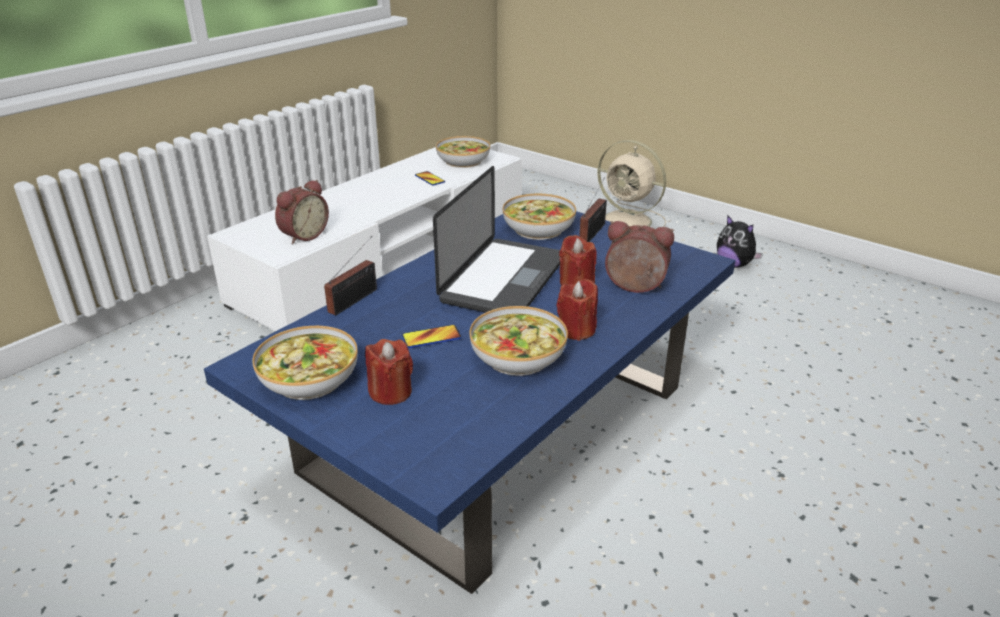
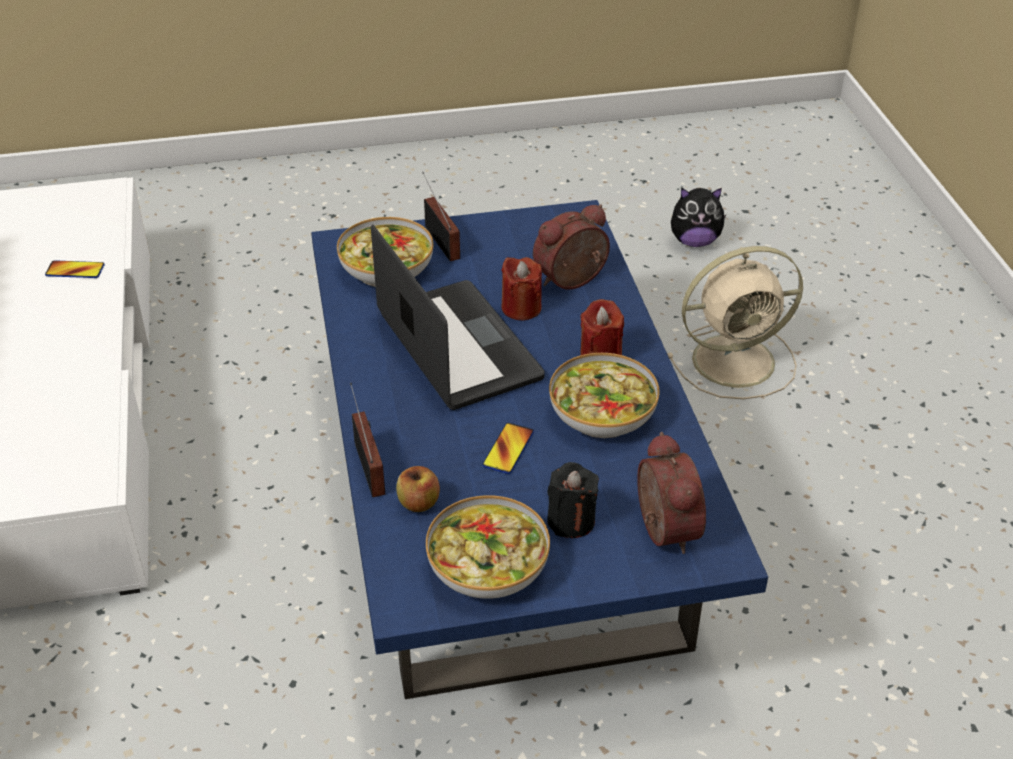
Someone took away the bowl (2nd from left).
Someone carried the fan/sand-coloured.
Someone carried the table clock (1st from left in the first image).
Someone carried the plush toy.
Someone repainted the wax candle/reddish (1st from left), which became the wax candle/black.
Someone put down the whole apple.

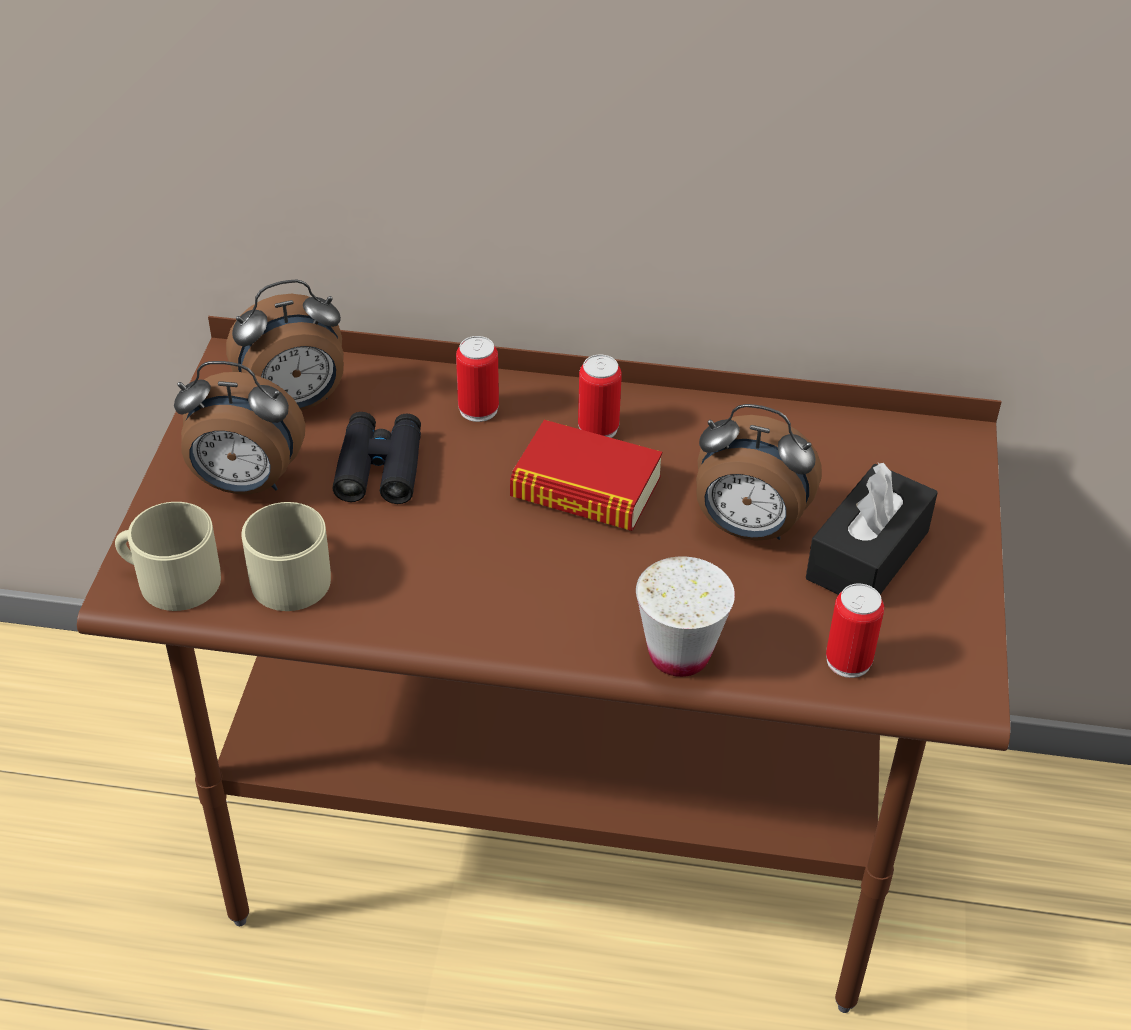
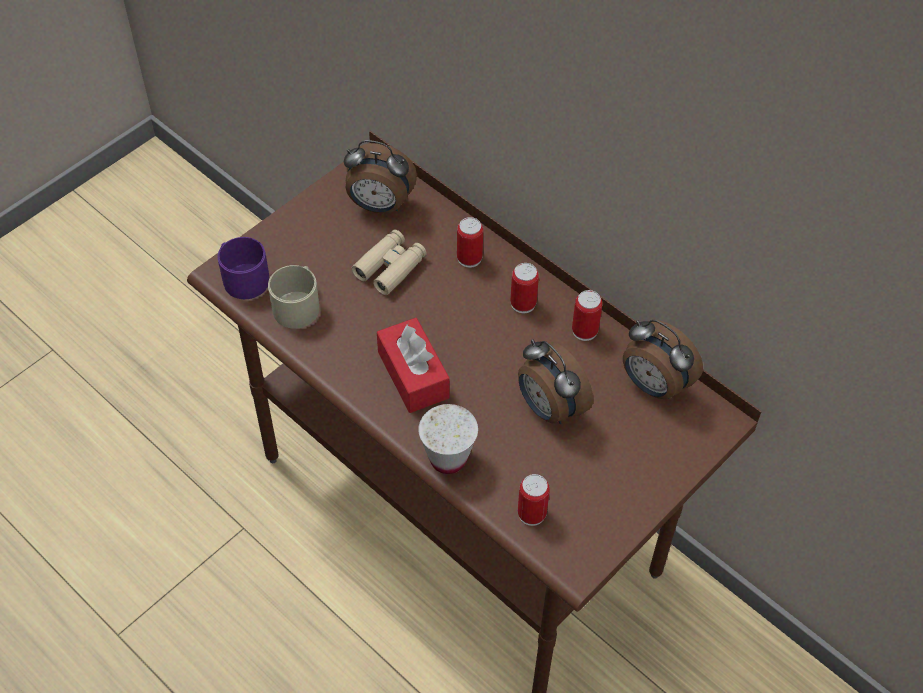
Someone carried the table clock (1st from left in the first image).
Someone repainted the field glasses/black, which became the field glasses/sand-coloured.
Someone took away the volume.
Someone took away the tissue box/black.
Someone repainted the coffee mug/sand-coloured (1st from left), which became the coffee mug/purple.
Someone put down the can (4th from left).
Someone put down the tissue box/reddish.

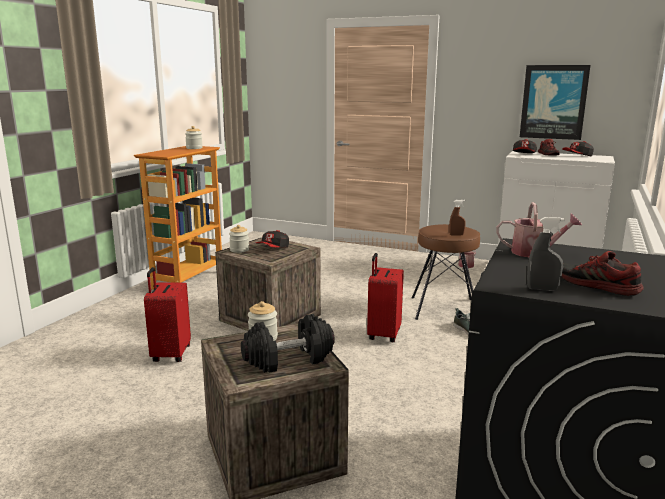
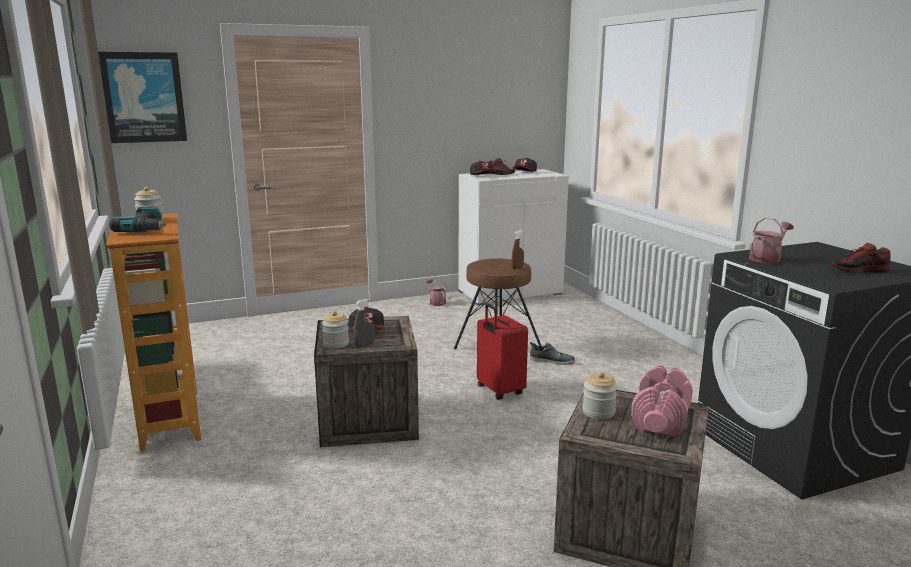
Someone carried the picture.
Someone carried the hand sprayer/gray.
Someone took away the travel case/reddish (1st from left).
Someone repainted the dumbbell/black, which became the dumbbell/pinkish.
Someone put down the drill.

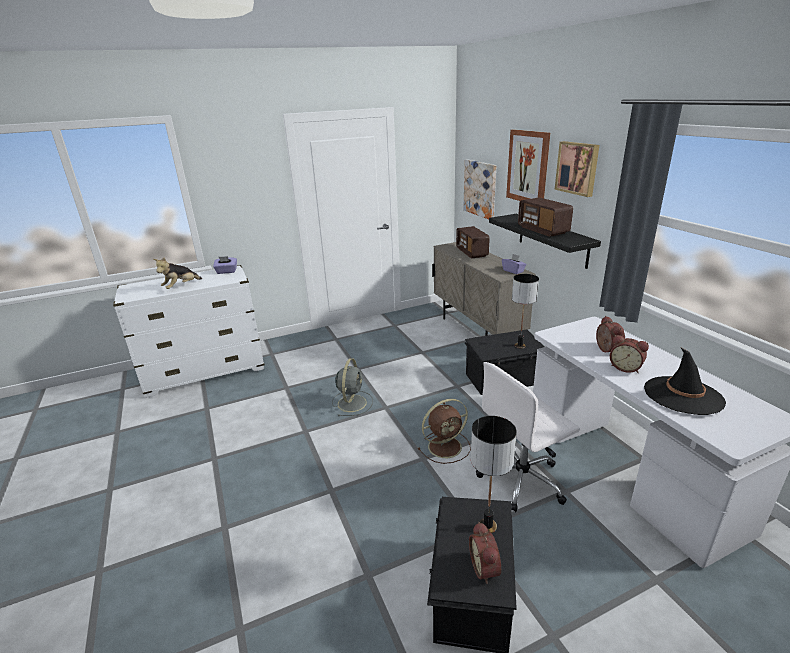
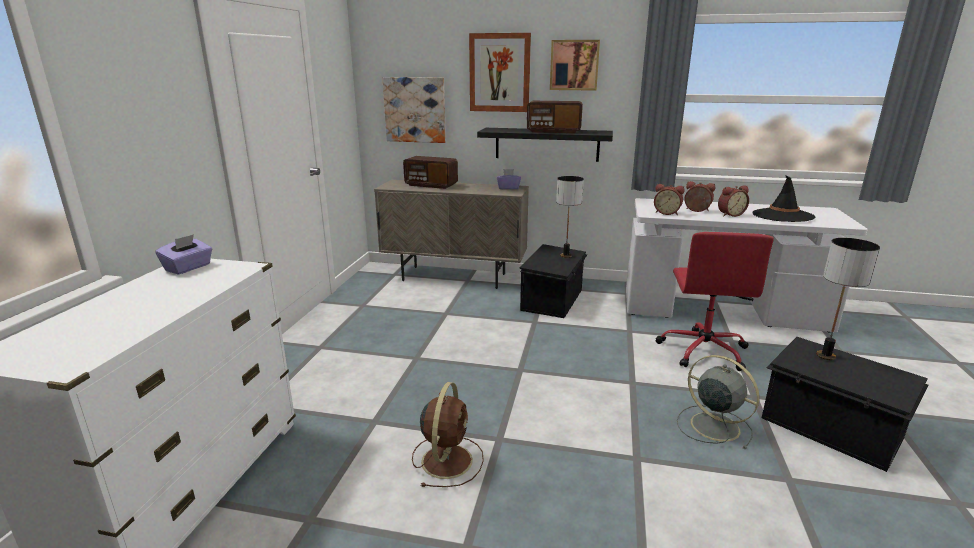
Someone took away the plush toy.
Someone carried the fan/gray.
Someone repainted the office chair/white-coloured, which became the office chair/reddish.
Someone carried the fan/brown.
Someone carried the table clock (1st from left).

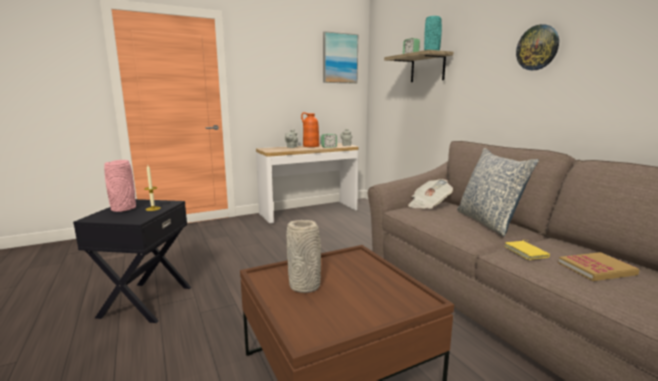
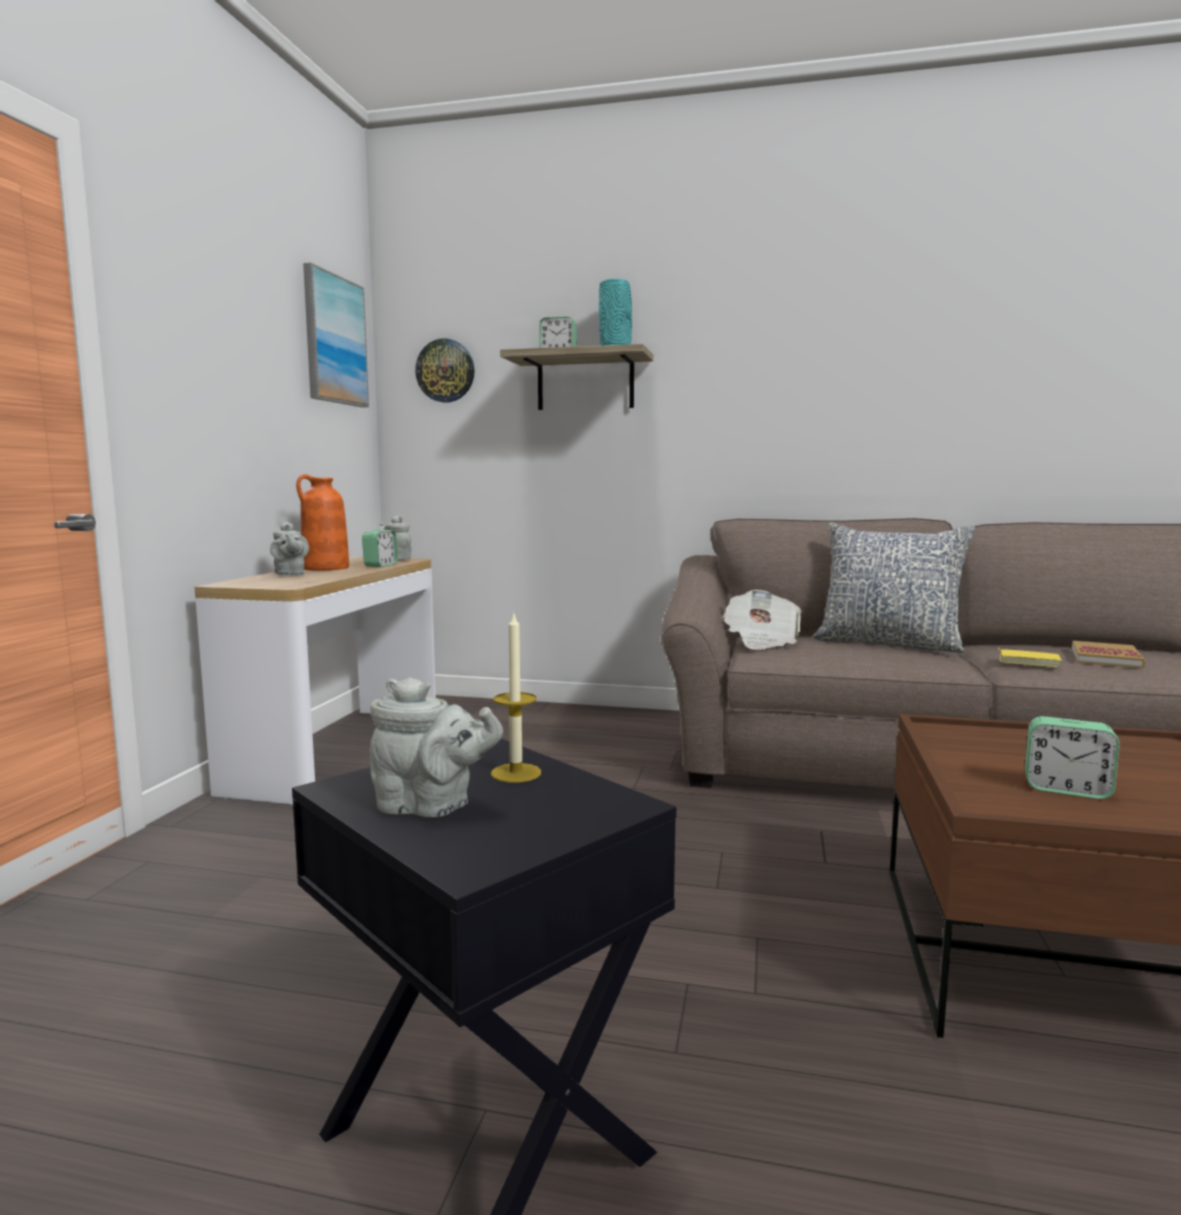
Someone carried the wall clock.
Someone swapped the vase/pinkish for the teapot/gray (3rd from left).
Someone swapped the vase/gray for the table clock (3rd from left).

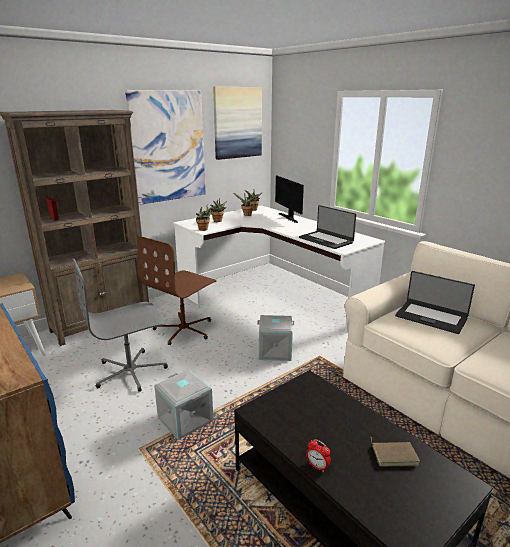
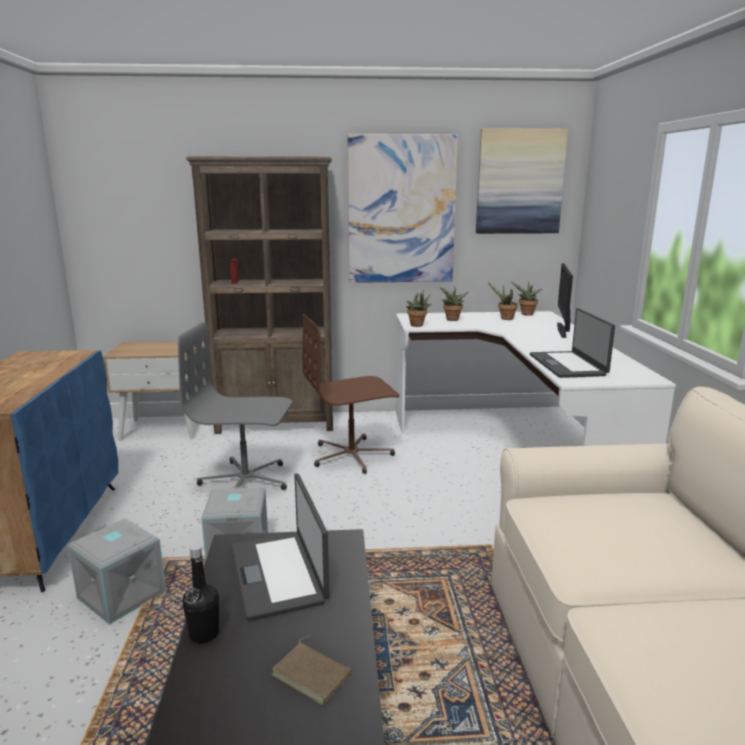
Someone carried the portable computer (2nd from left in the first image).
Someone carried the storage box/gray (2nd from left in the first image).
Someone swapped the table clock for the bottle/black.

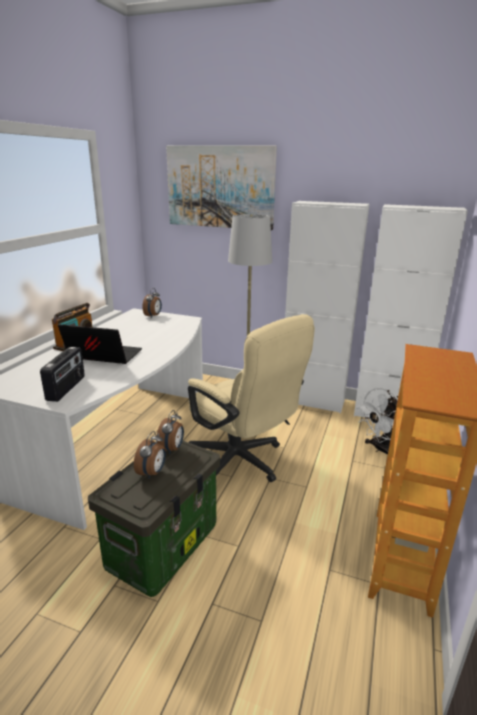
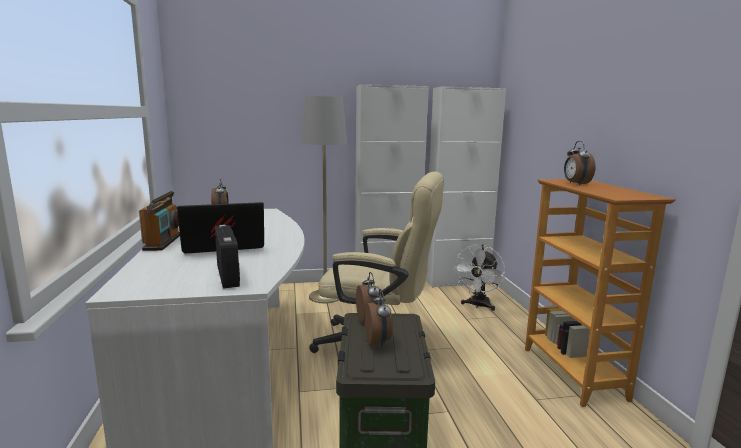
Someone took away the picture.
Someone put down the table clock (4th from left).

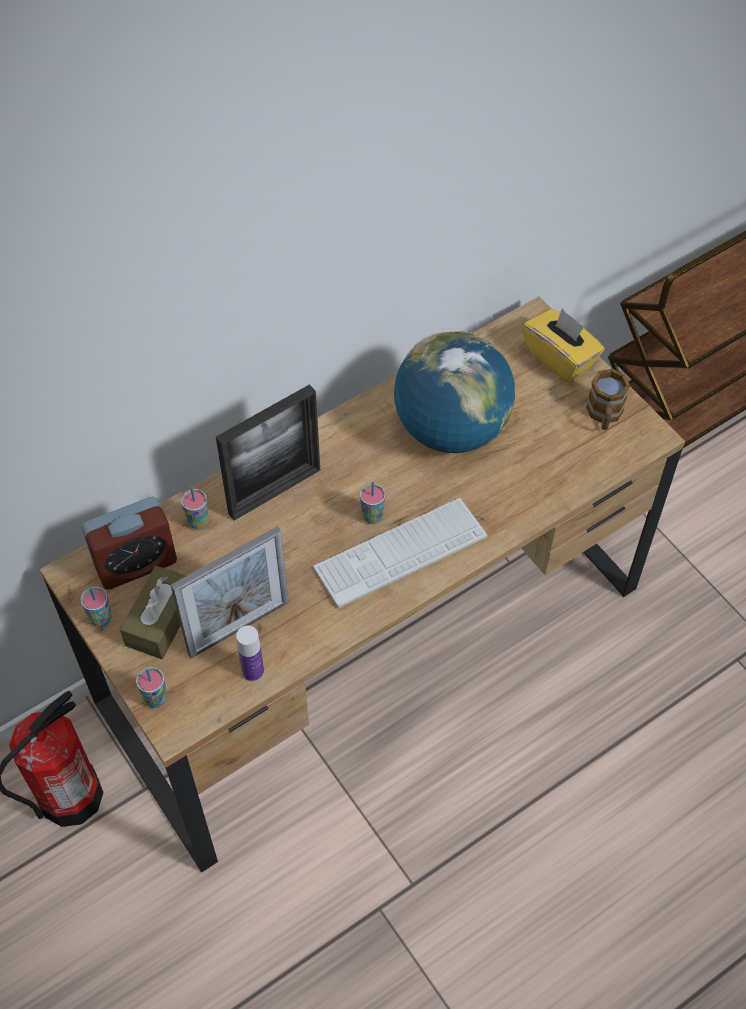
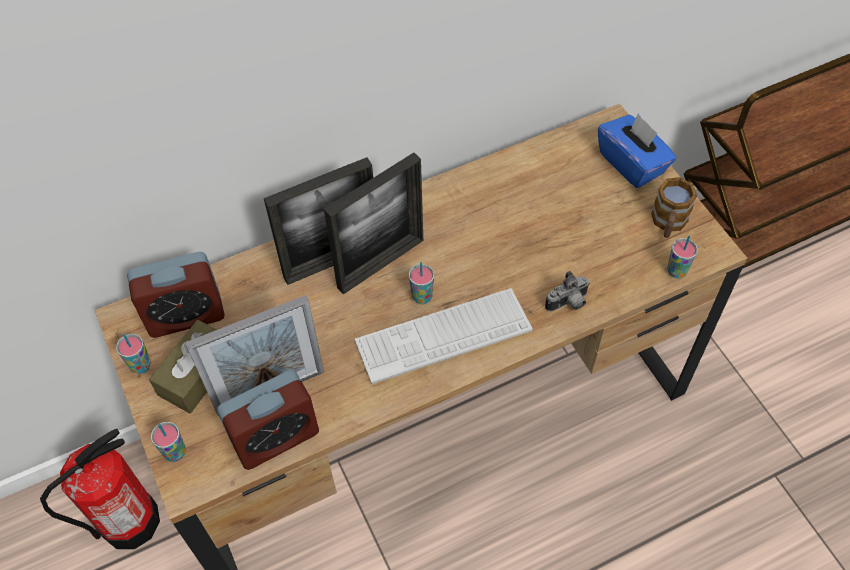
Someone repainted the tissue box/yellow, which became the tissue box/blue.
Someone took away the globe.
Someone carried the cup (3rd from left in the first image).
Someone swapped the bottle for the table clock (2nd from left).
Someone put down the picture frame (3rd from left).
Someone put down the photo camera.

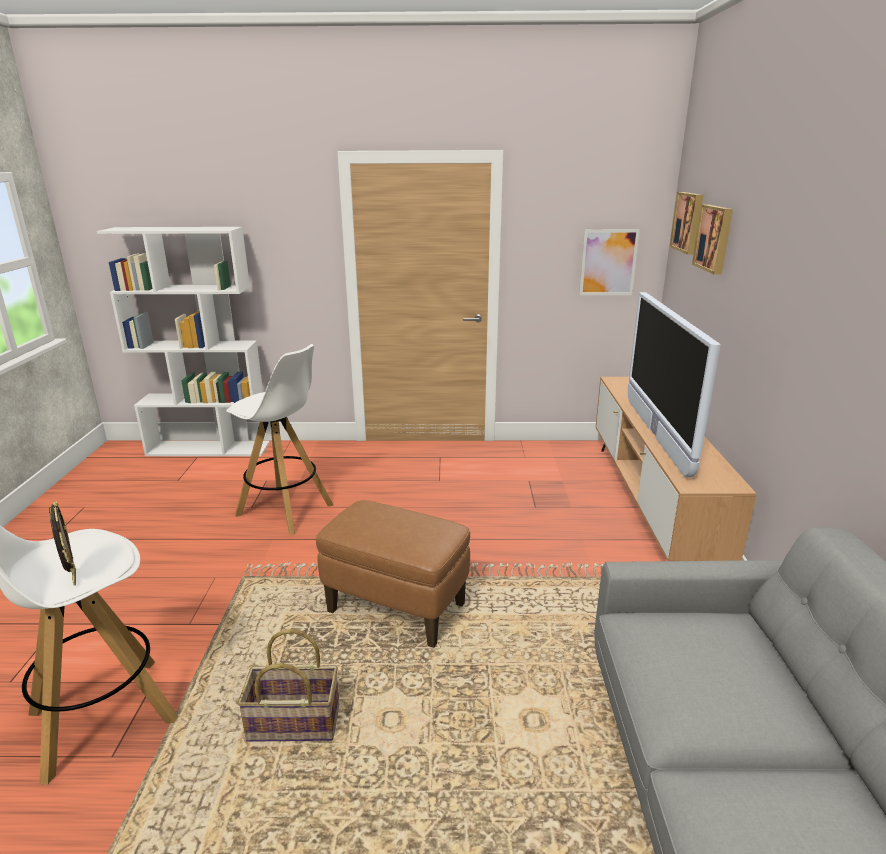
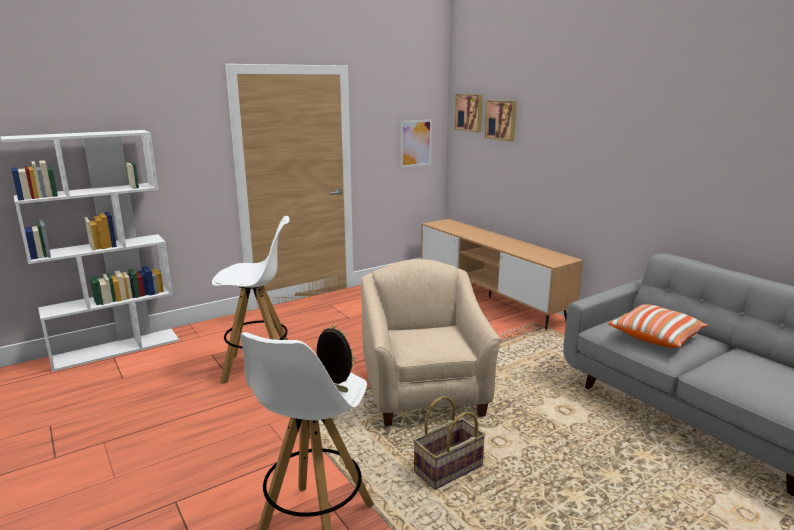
Someone took away the television.
Someone swapped the pouffe/brown for the armchair/sand-coloured.
Someone put down the throw pillow.

